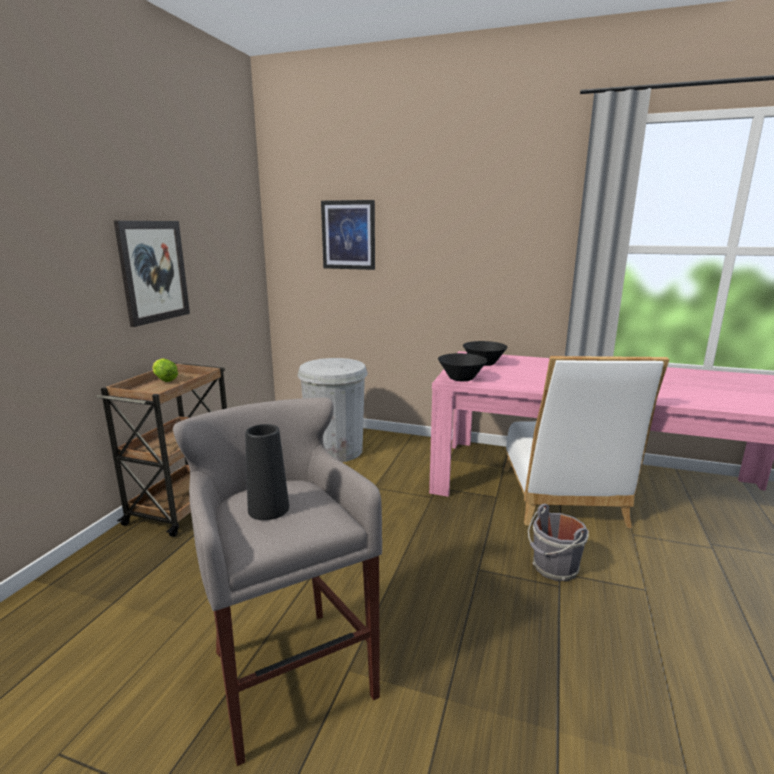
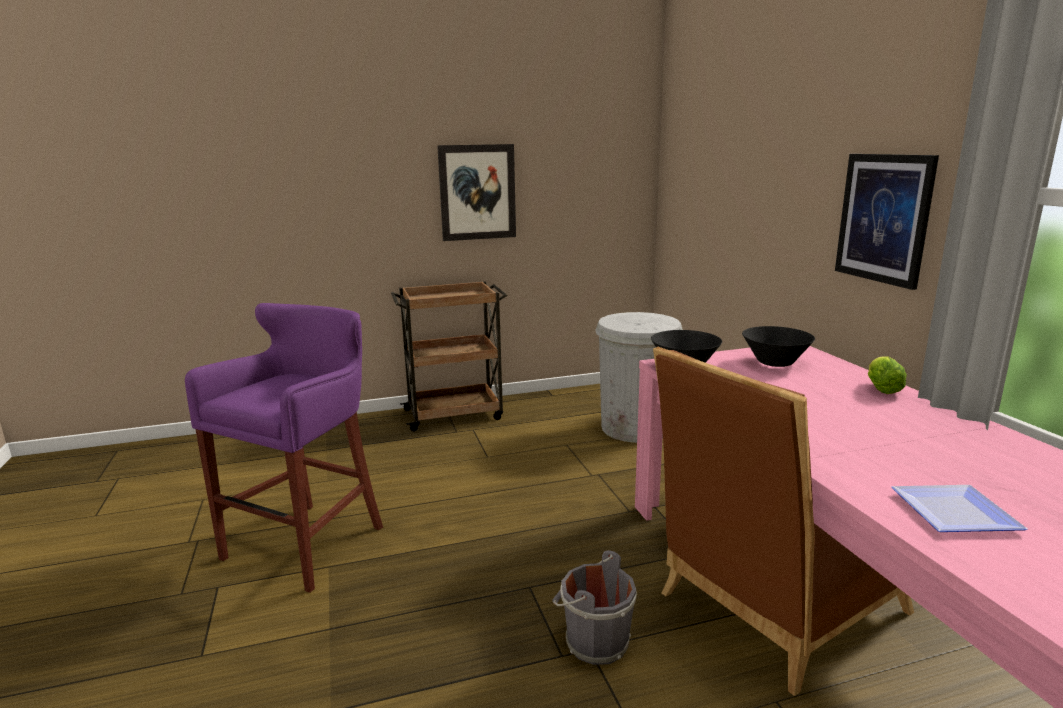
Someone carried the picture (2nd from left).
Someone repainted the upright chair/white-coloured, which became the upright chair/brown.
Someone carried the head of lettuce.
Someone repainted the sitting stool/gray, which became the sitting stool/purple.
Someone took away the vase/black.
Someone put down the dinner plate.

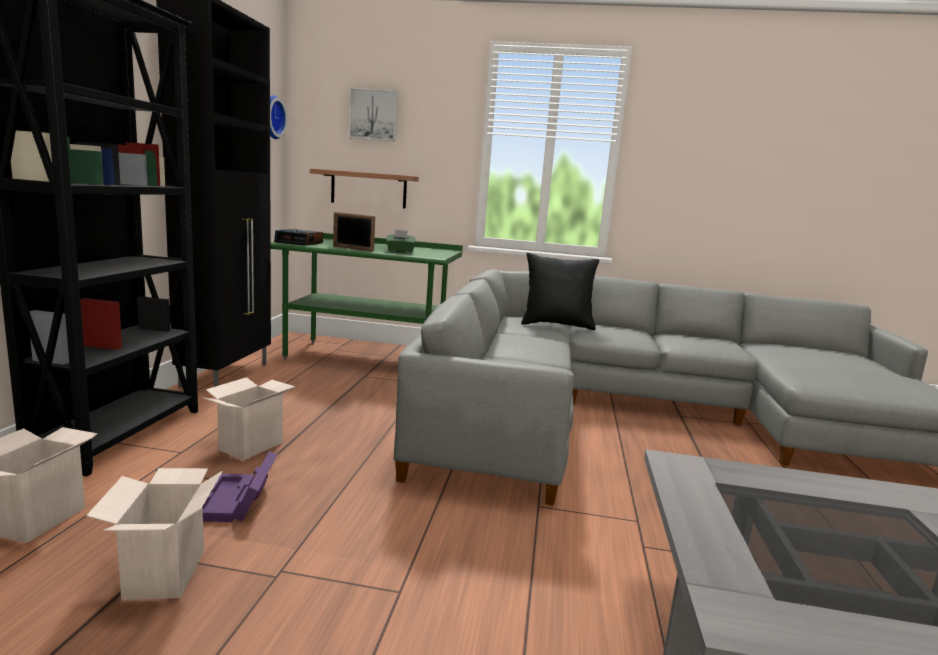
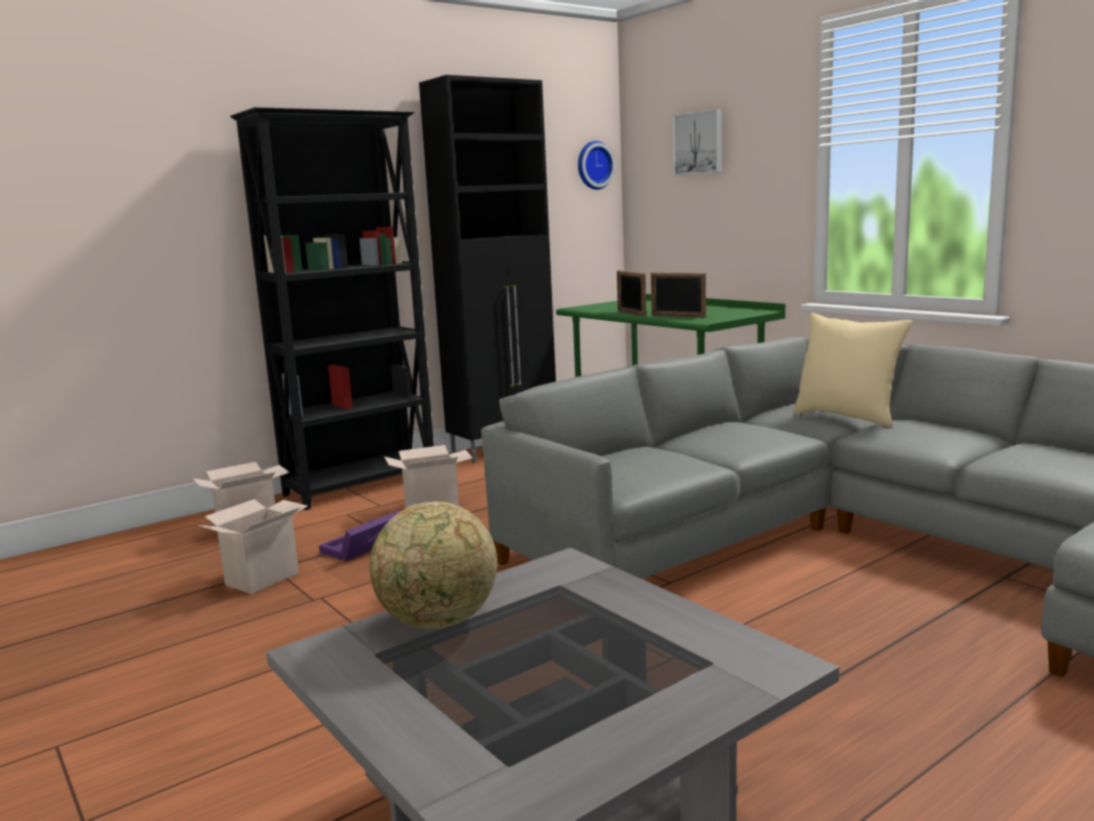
Someone took away the bracket shelf.
Someone took away the table clock.
Someone swapped the tissue box/green-coloured for the picture frame (2nd from left).
Someone repainted the throw pillow/black, which became the throw pillow/sand-coloured.
Someone put down the globe.

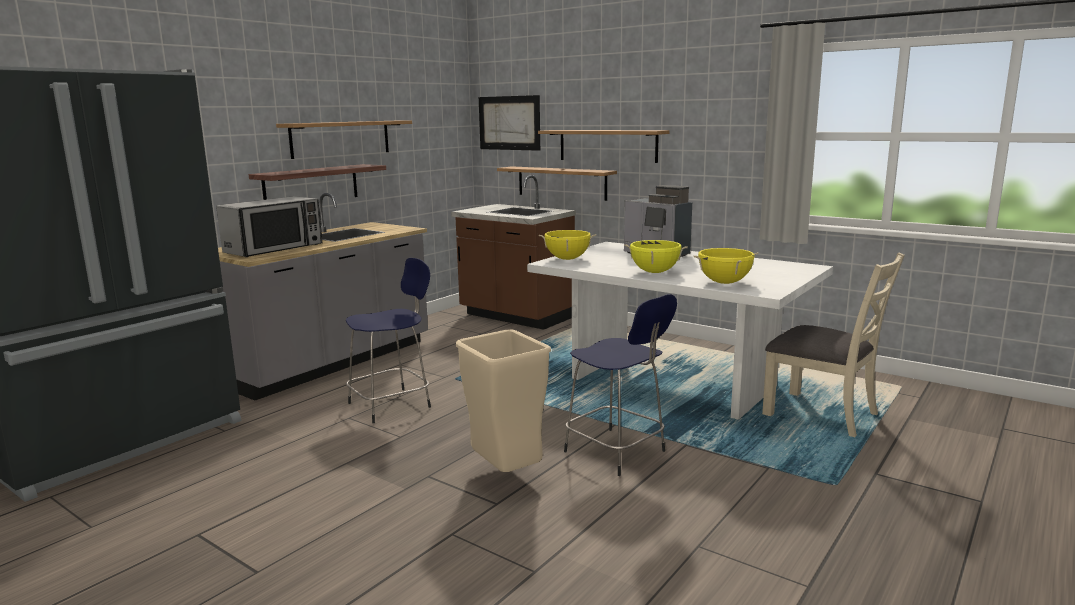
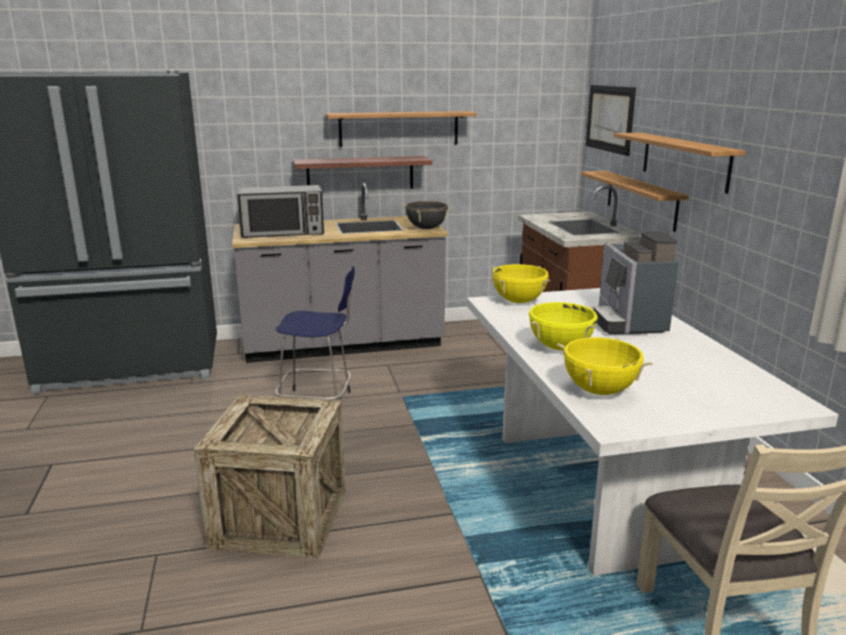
Someone took away the sitting stool/blue (2nd from left).
Someone swapped the waste bin/sand-coloured for the packing crate.
Someone put down the saucepot/black.

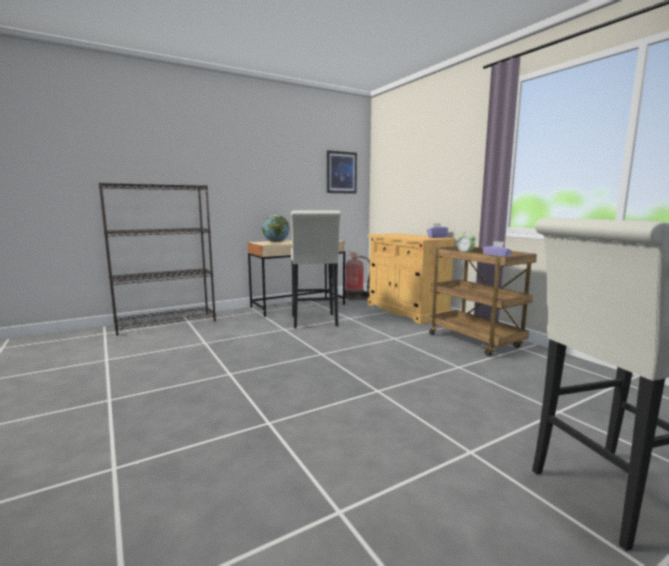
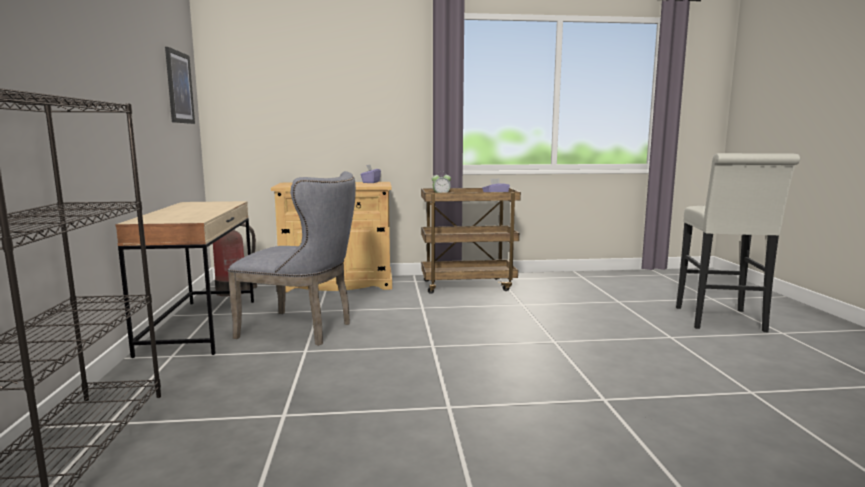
Someone swapped the sitting stool/white-coloured (1st from left) for the upright chair/gray.
Someone took away the globe.

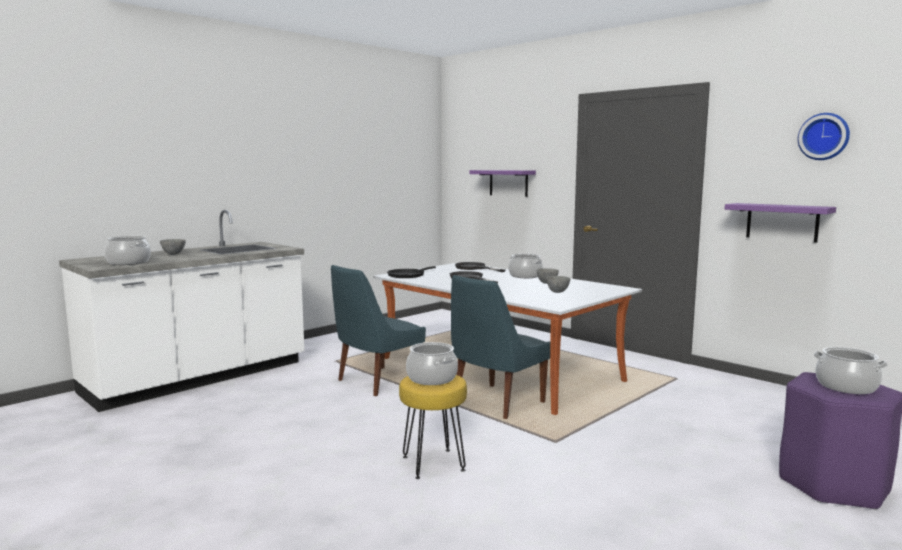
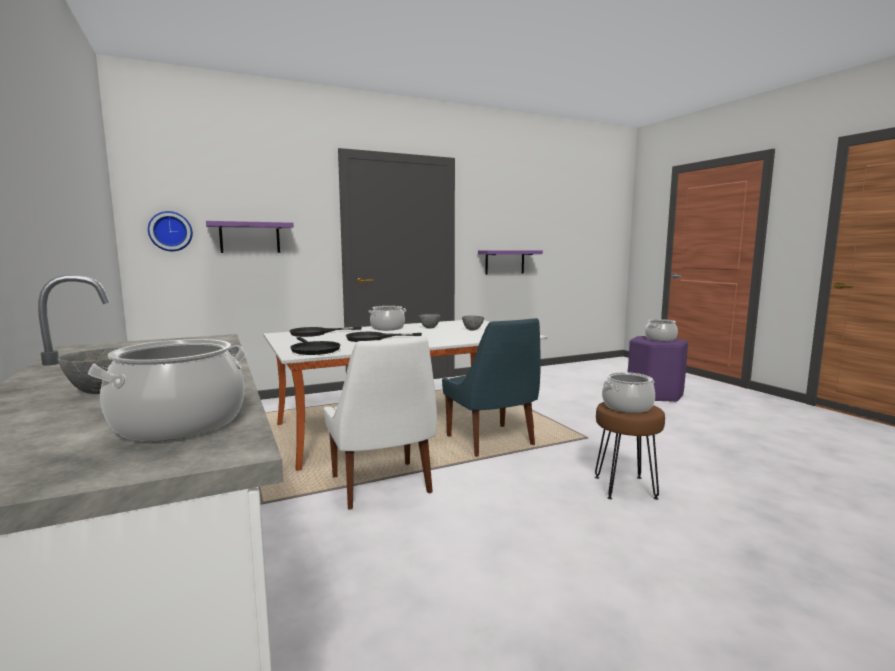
Someone carried the wall clock.
Someone repainted the upright chair/blue (1st from left), which became the upright chair/white-coloured.
Someone repainted the sitting stool/yellow, which became the sitting stool/brown.

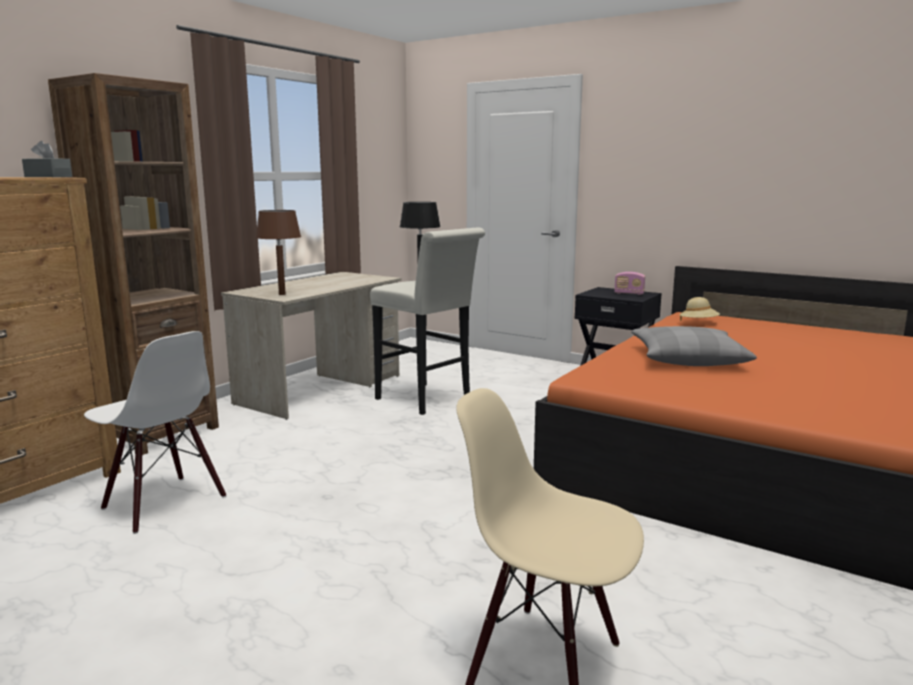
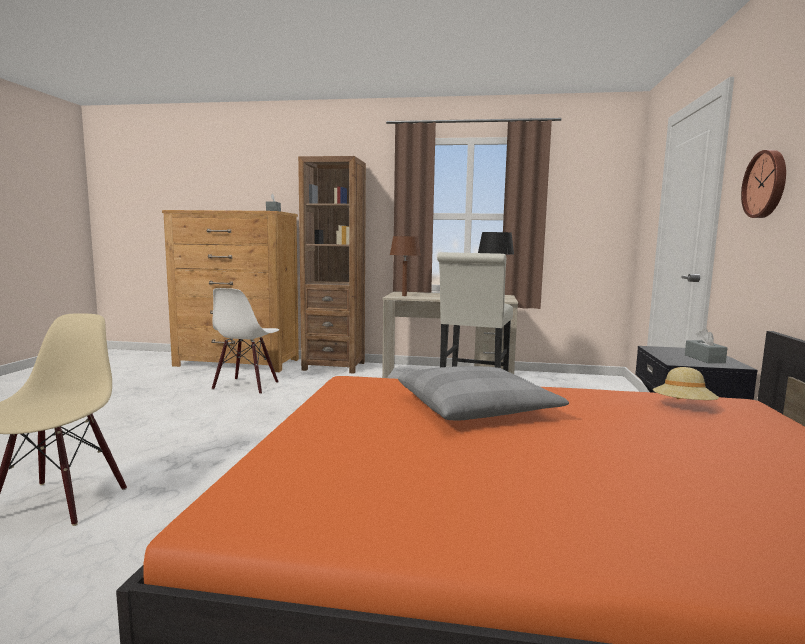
Someone swapped the radio for the tissue box/gray (2nd from left).
Someone put up the wall clock.

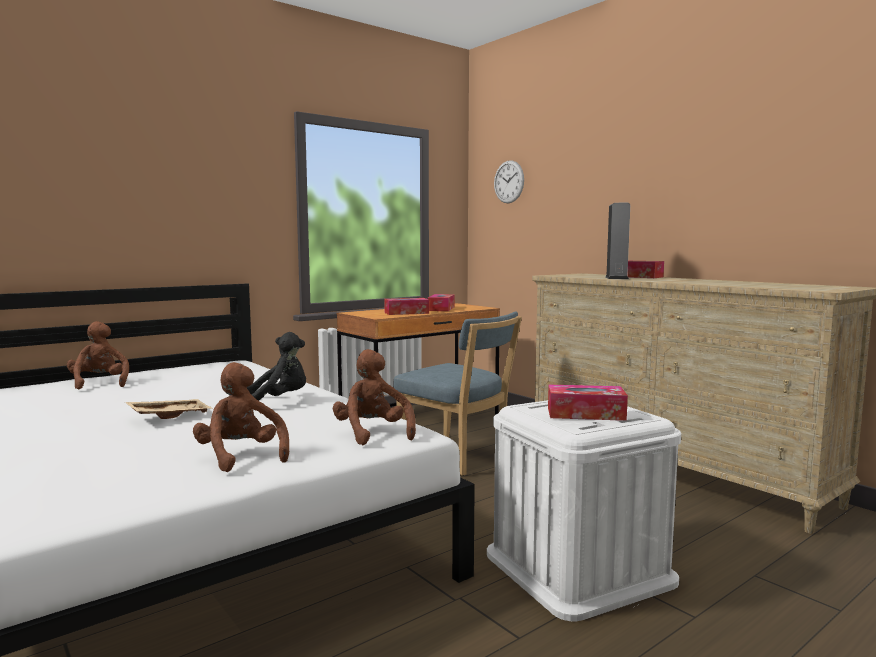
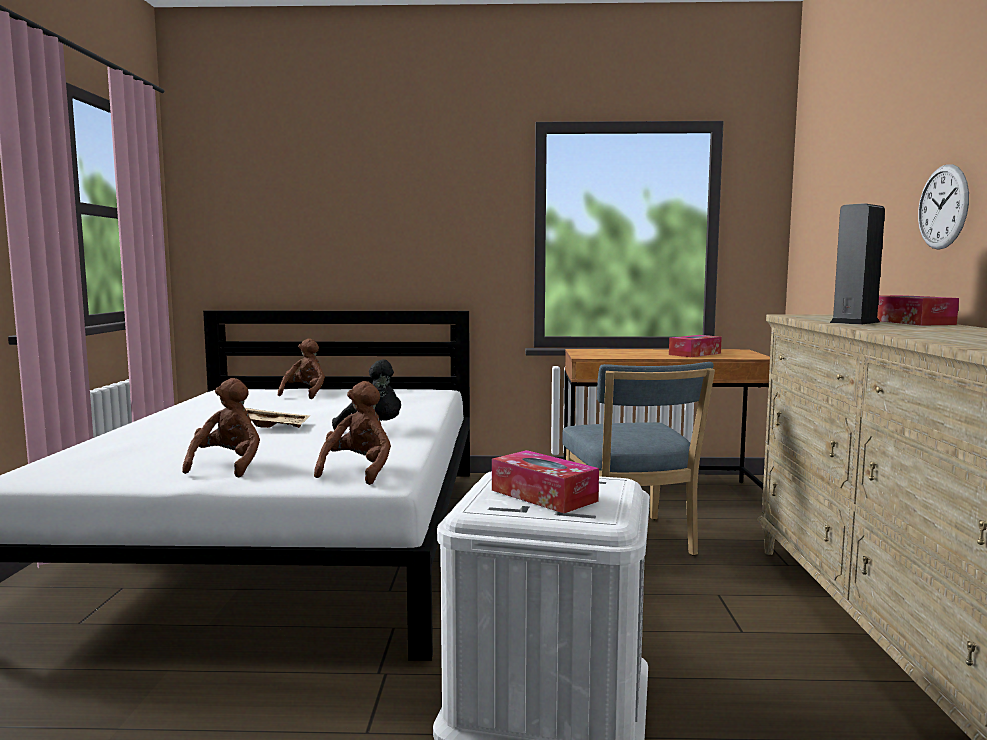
Someone carried the wall clock.
Someone took away the tissue box (1st from left).

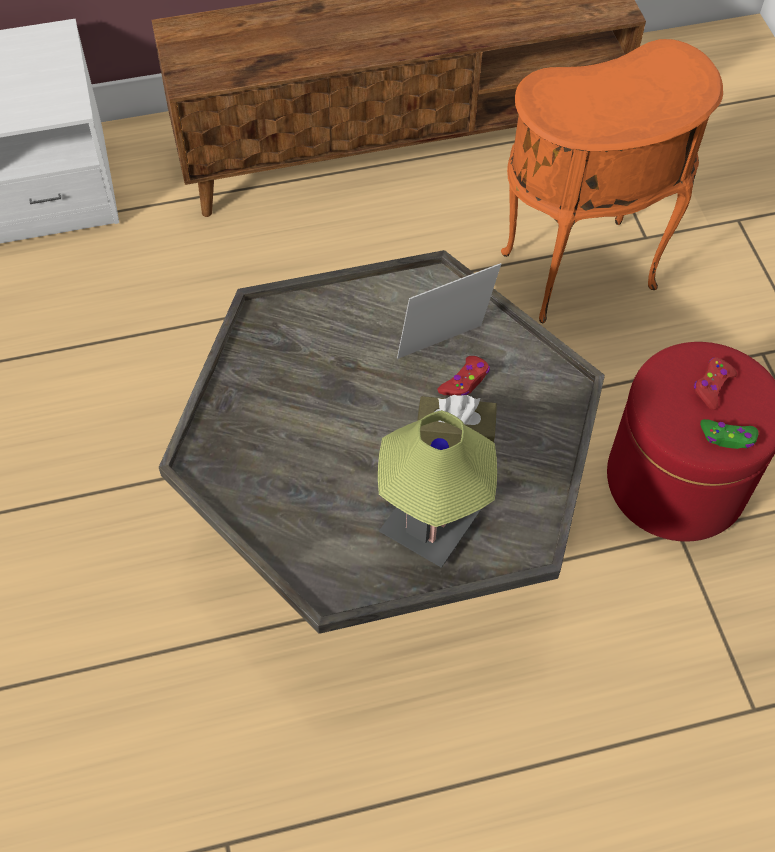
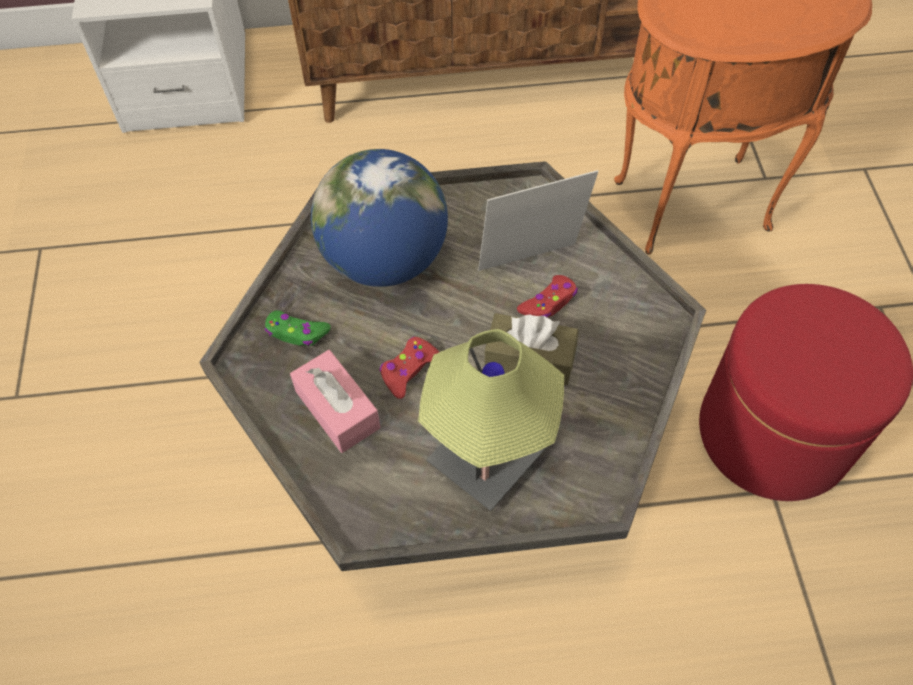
Someone carried the game controller/reddish (2nd from left in the first image).
Someone carried the game controller/green-coloured.
Someone put down the globe.
Someone put down the tissue box/pinkish.

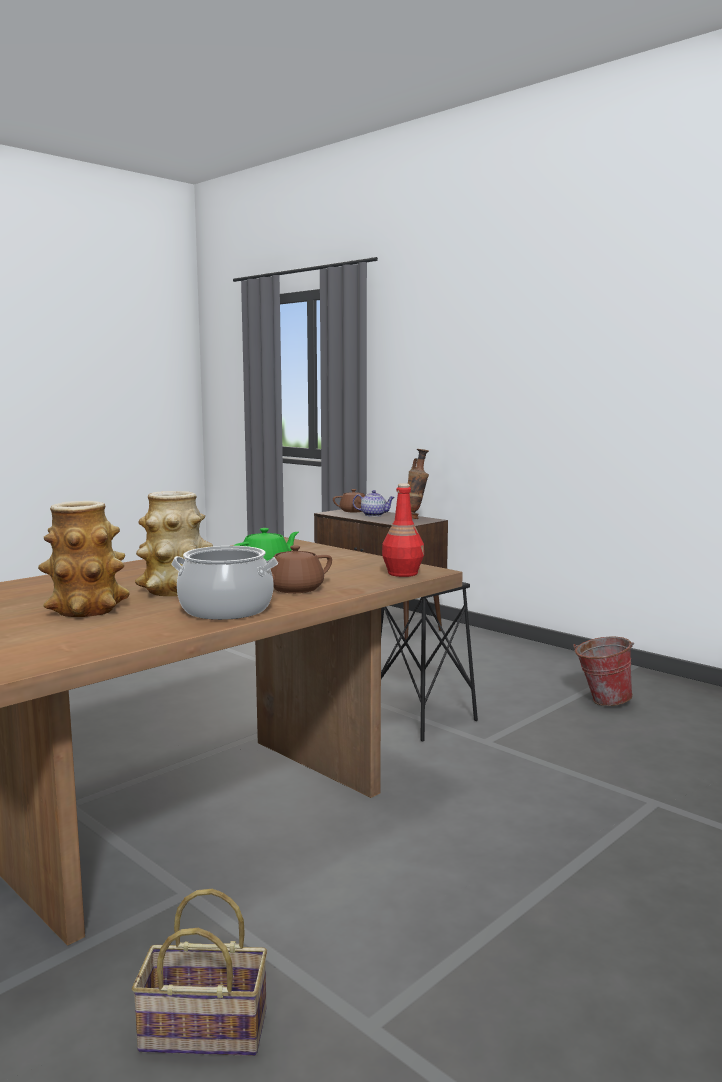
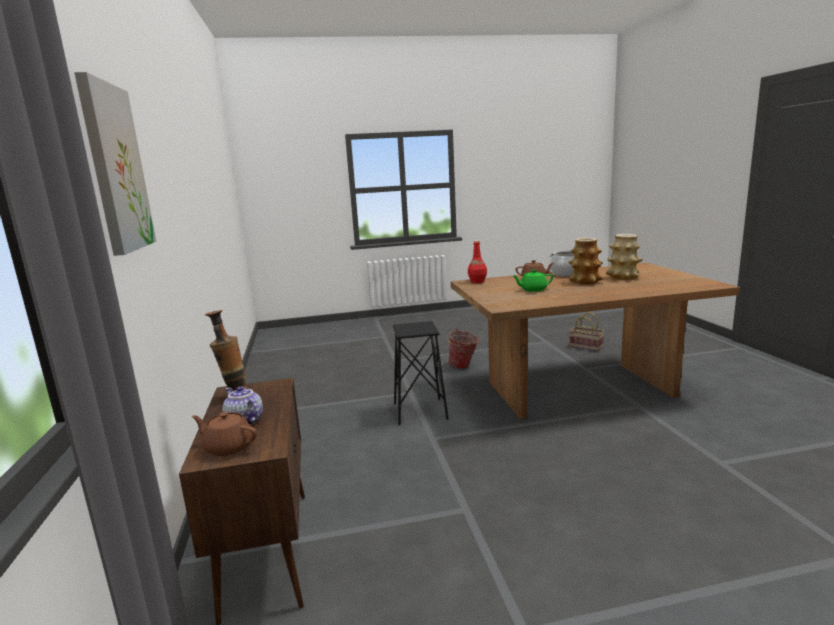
Someone carried the water bucket.
Someone put up the picture.

